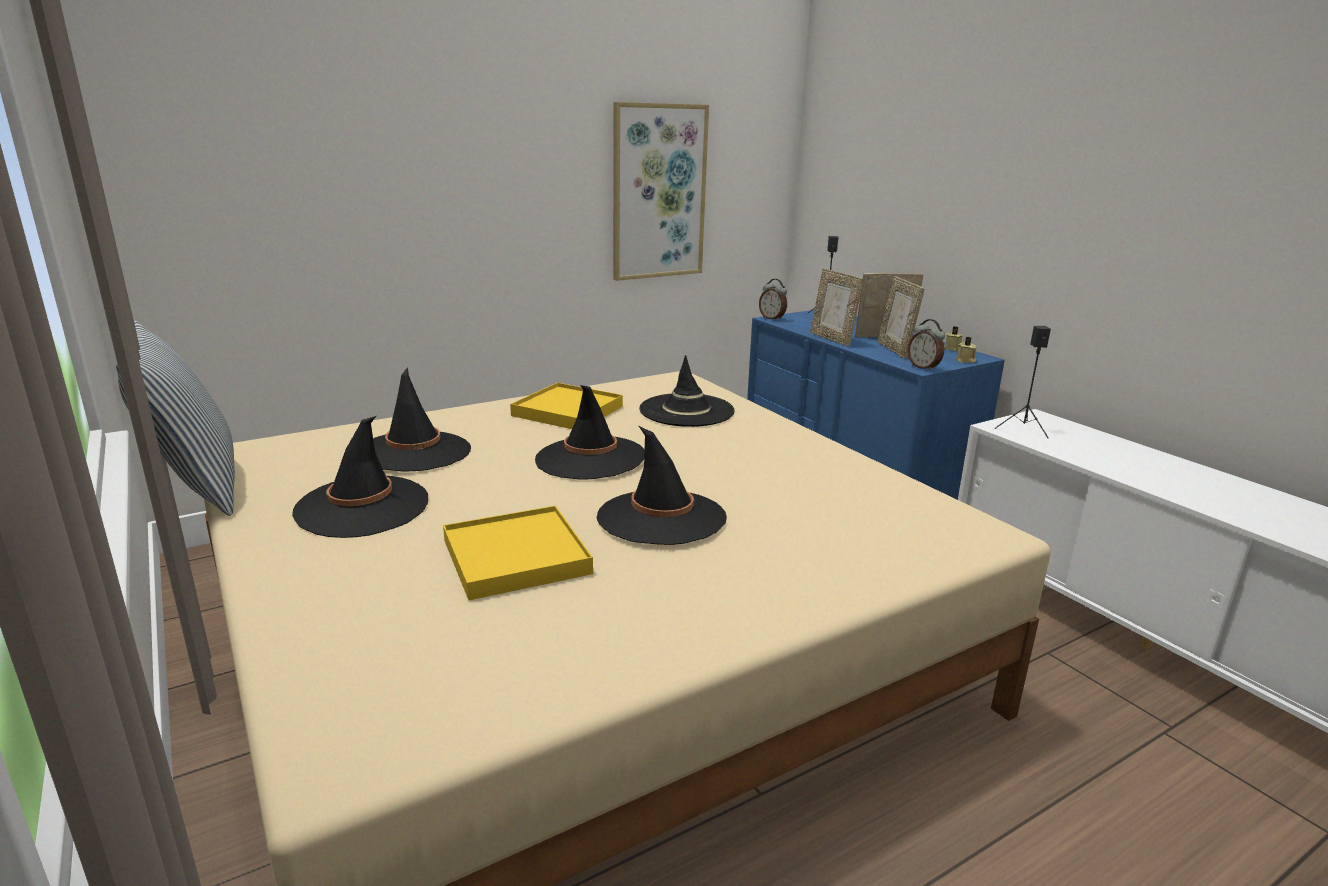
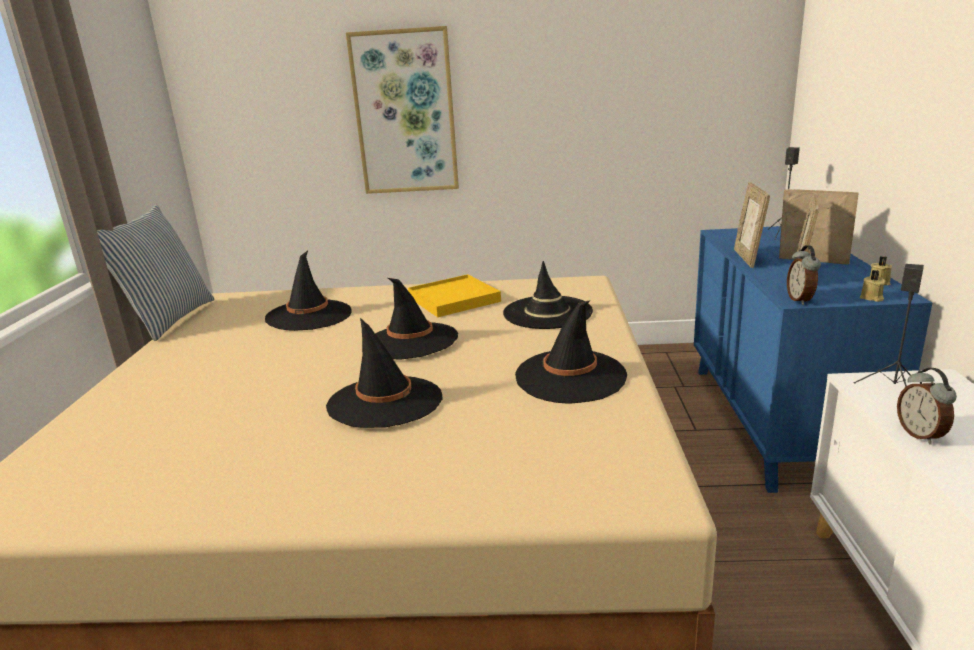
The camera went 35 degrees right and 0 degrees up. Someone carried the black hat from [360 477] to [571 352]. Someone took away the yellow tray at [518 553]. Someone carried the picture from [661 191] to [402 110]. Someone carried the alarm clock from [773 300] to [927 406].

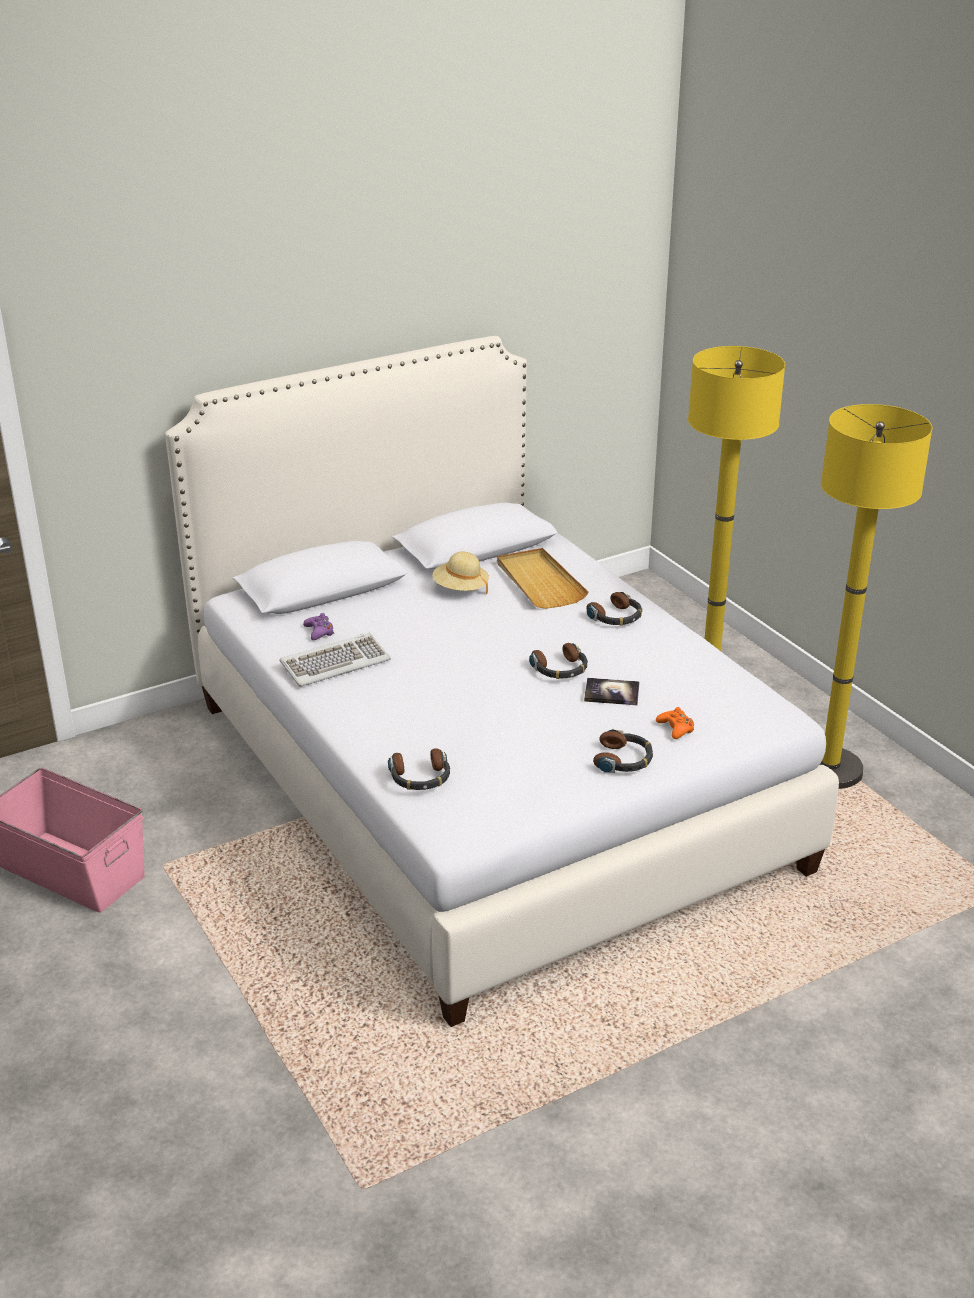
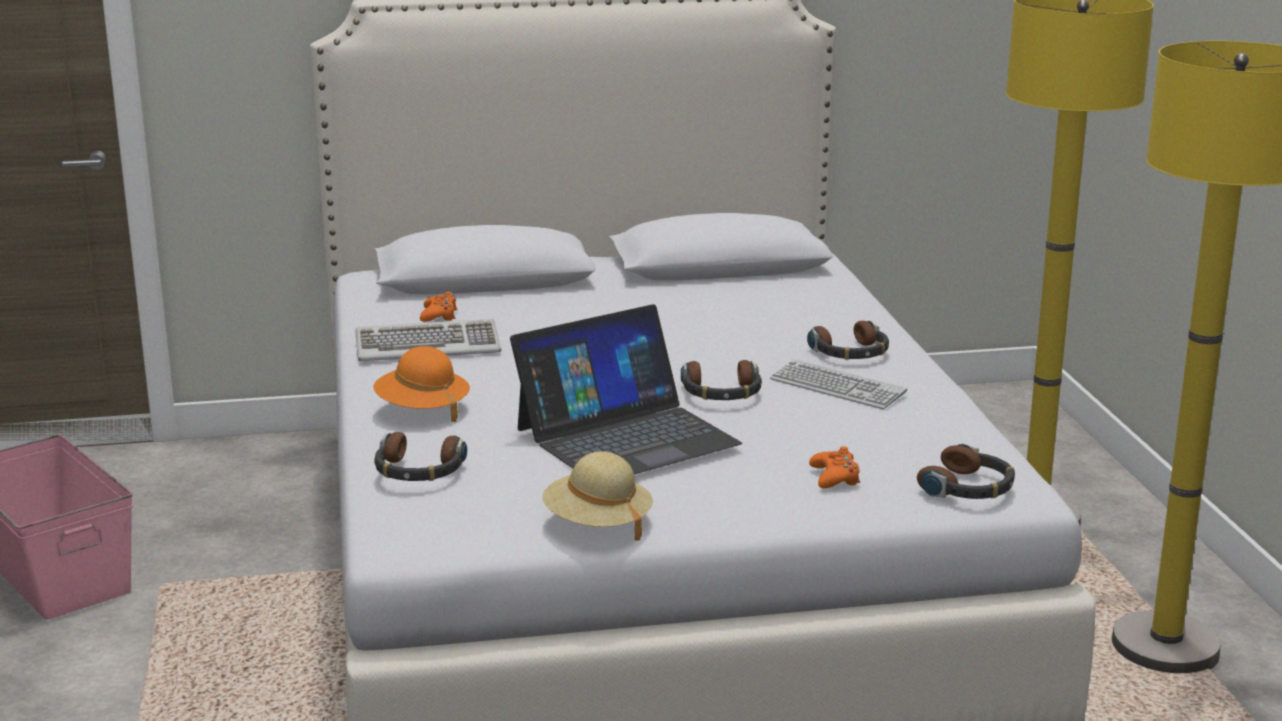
The camera went 20 degrees right and 10 degrees down. Someone repainted the purple game controller at [318 626], which became the orange game controller at [439 307]. Someone carried the beige hat from [460 572] to [597 496]. Someone took away the beige tray at [542 578]. Someone took away the book at [612 691]. Someone carried the headphones from [623 751] to [966 471]. Someone put down the orange hat at [421 384]. Someone put down the laptop at [626 389]. Someone put down the keyboard at [838 384].

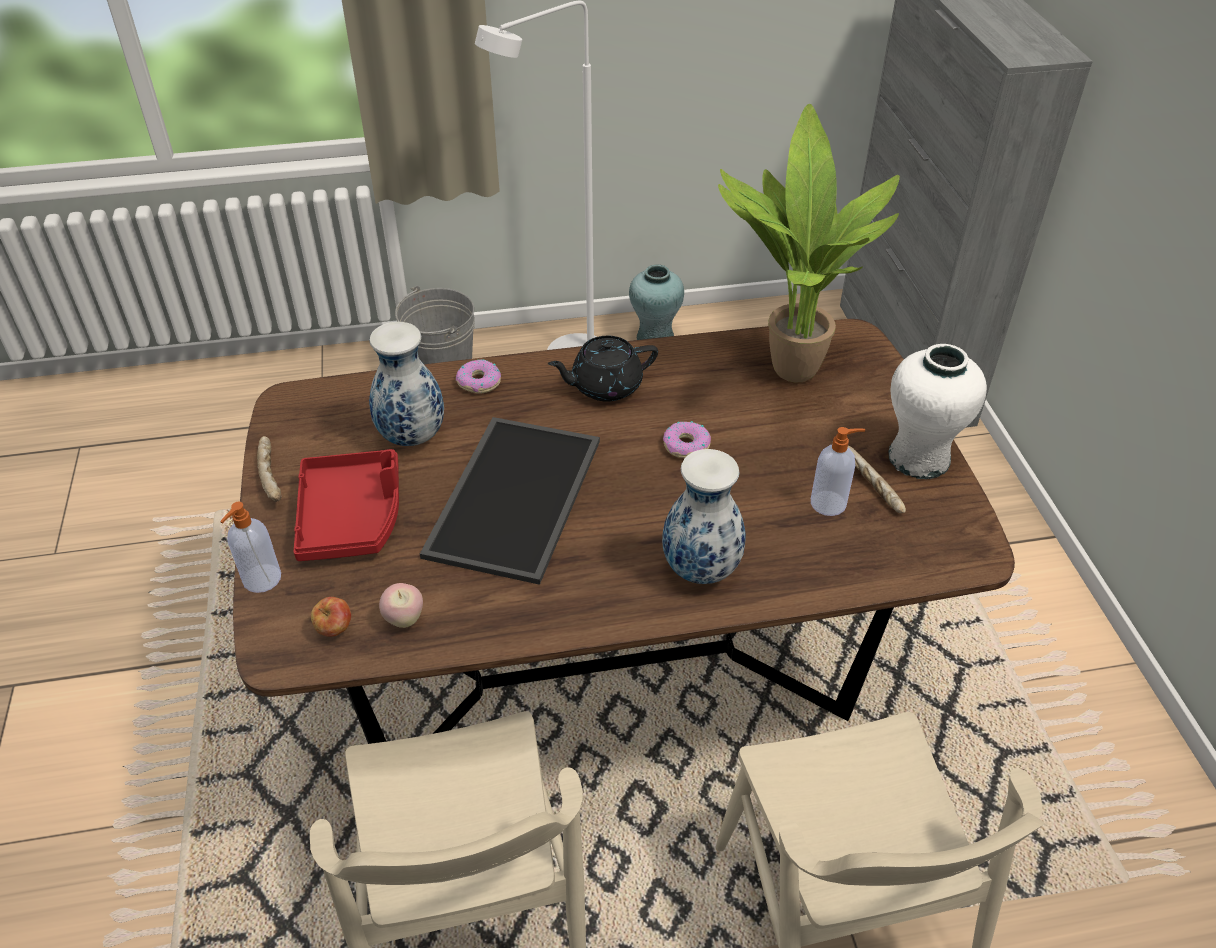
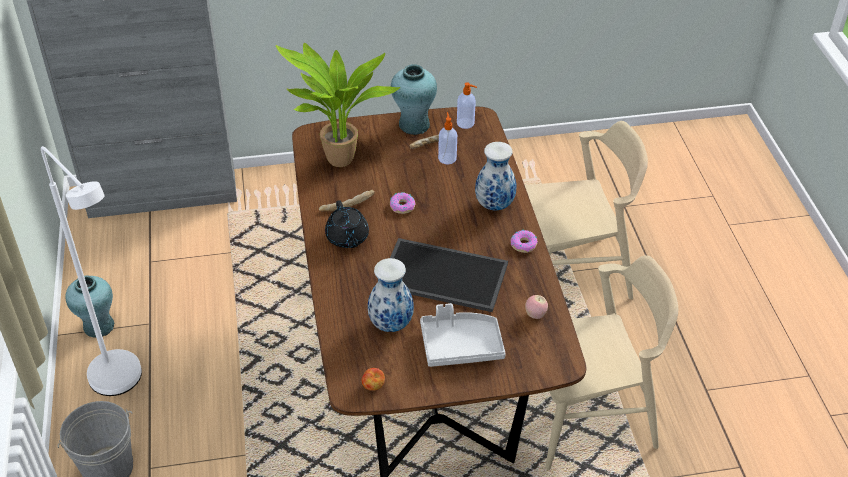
The camera went 90 degrees left and 0 degrees up. Someone carried the soap dispenser from [250 547] to [467 105]. Someone carried the bread from [269 469] to [347 200]. Someone repainted the red tray at [346 505], which became the grey tray at [463 335]. Someone carried the apple from [331 617] to [373 379]. Someone carried the donut from [478 376] to [524 241]. Someone repainted the white vase at [937 411], which became the turquoise vase at [414 99].

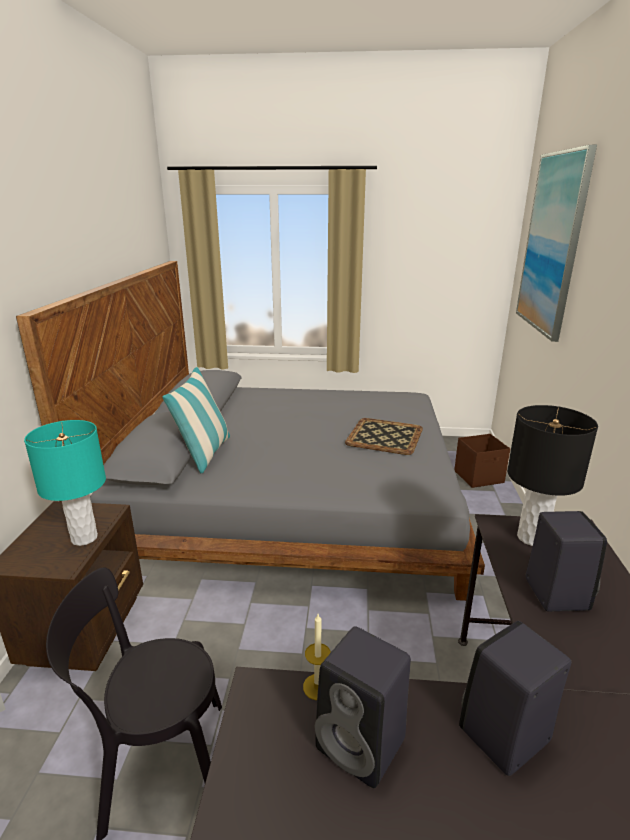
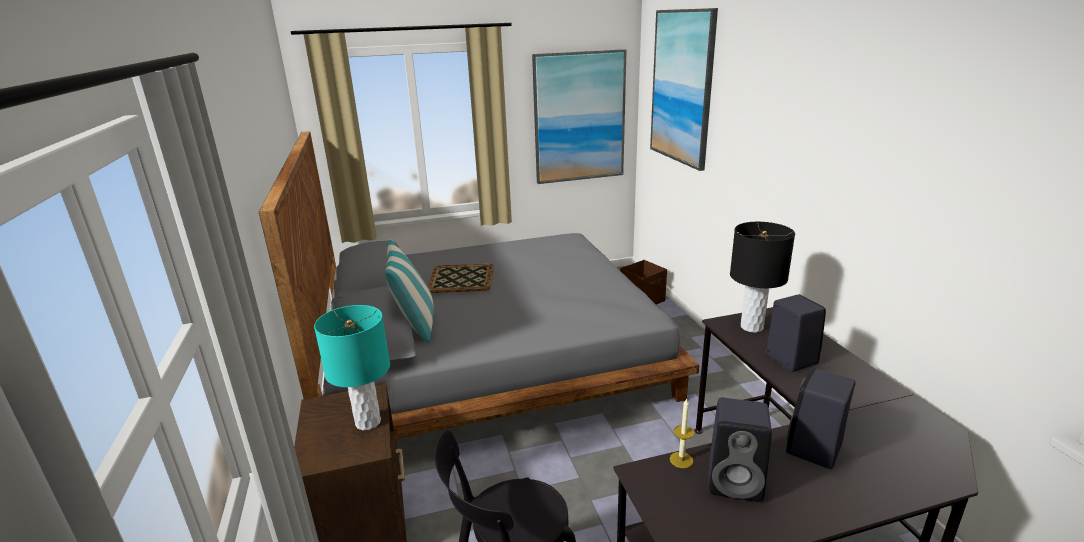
The camera went 20 degrees left and 0 degrees up. Someone carried the tray from [384 436] to [460 278]. Someone put up the picture at [579 116].

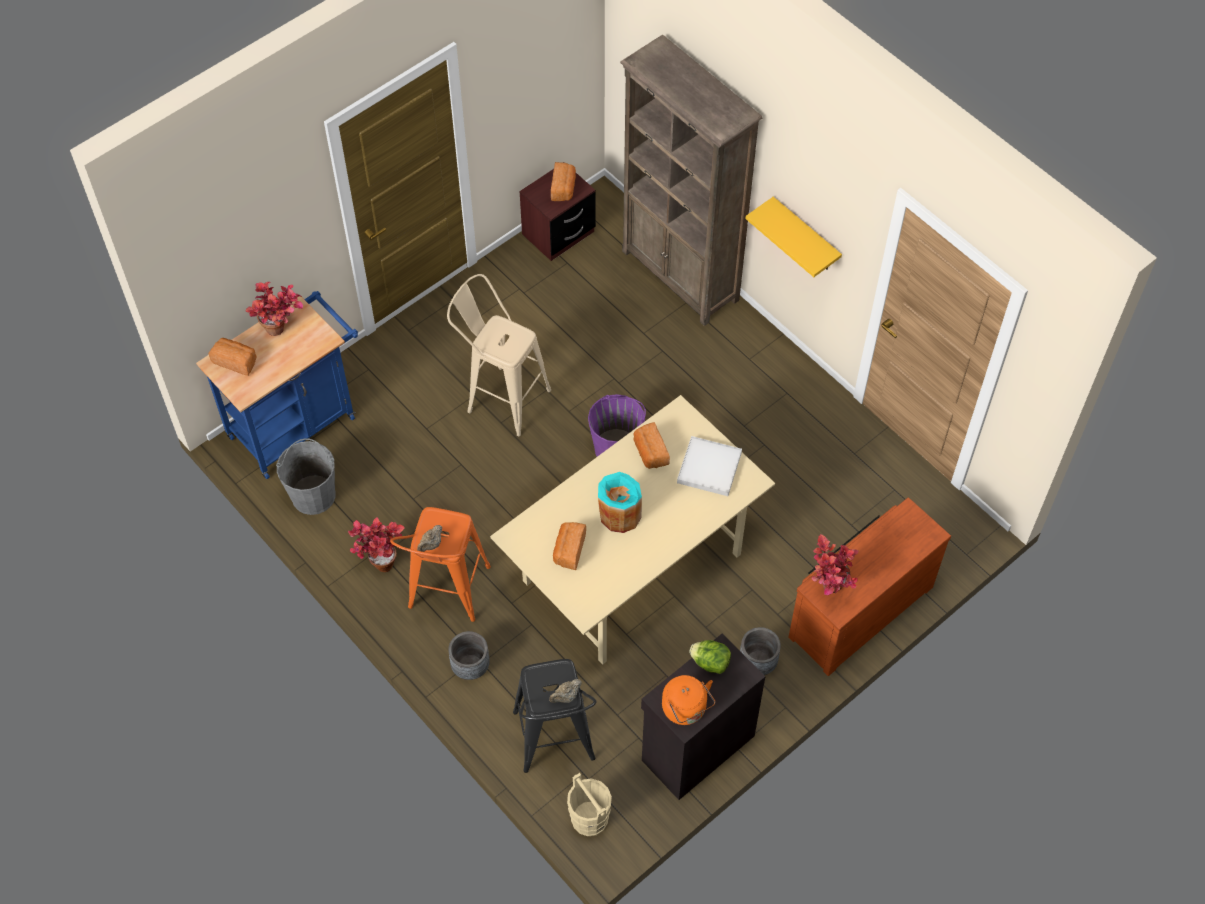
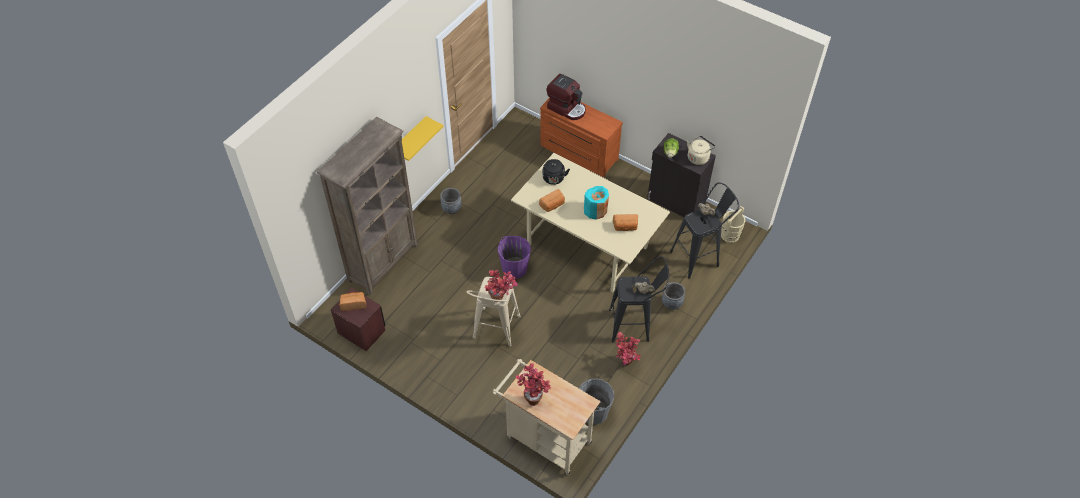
The camera went 105 degrees left and 5 degrees down. Someone repainted the blue cart at [277 385], which became the beige cart at [546 417]. Someone took away the bread at [232 357]. Someone repainted the orange stool at [440 564], which became the black stool at [639 299]. Someone repainted the orange kettle at [688 700], which became the beige kettle at [701 150]. Someone swapped the white tray at [709 466] for the black kettle at [556 172]. Someone carried the grey planter from [760 651] to [450 201]. Someone carried the potted plant from [835 564] to [501 286]. Someone put down the coffee machine at [566 97].

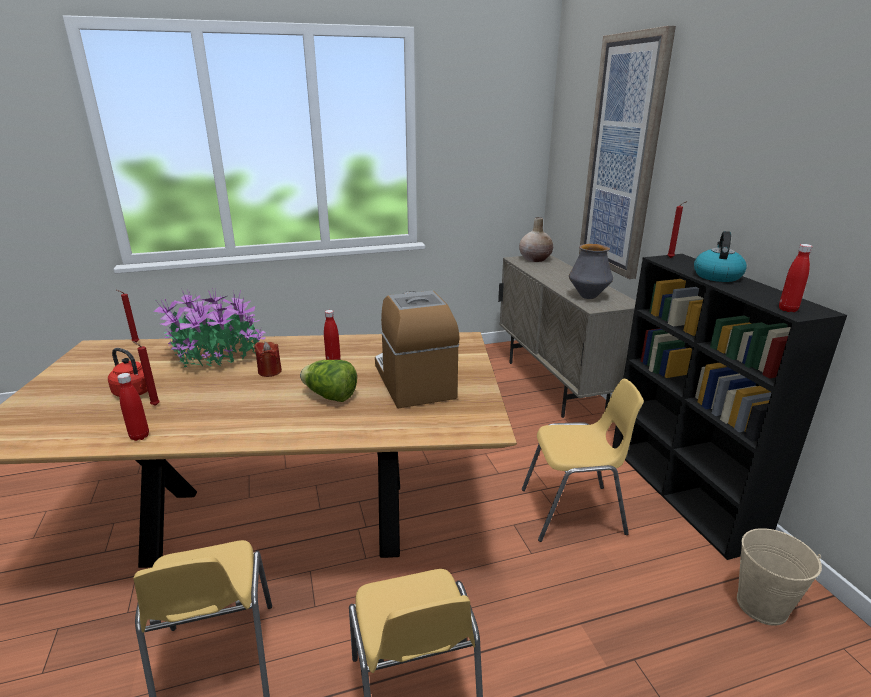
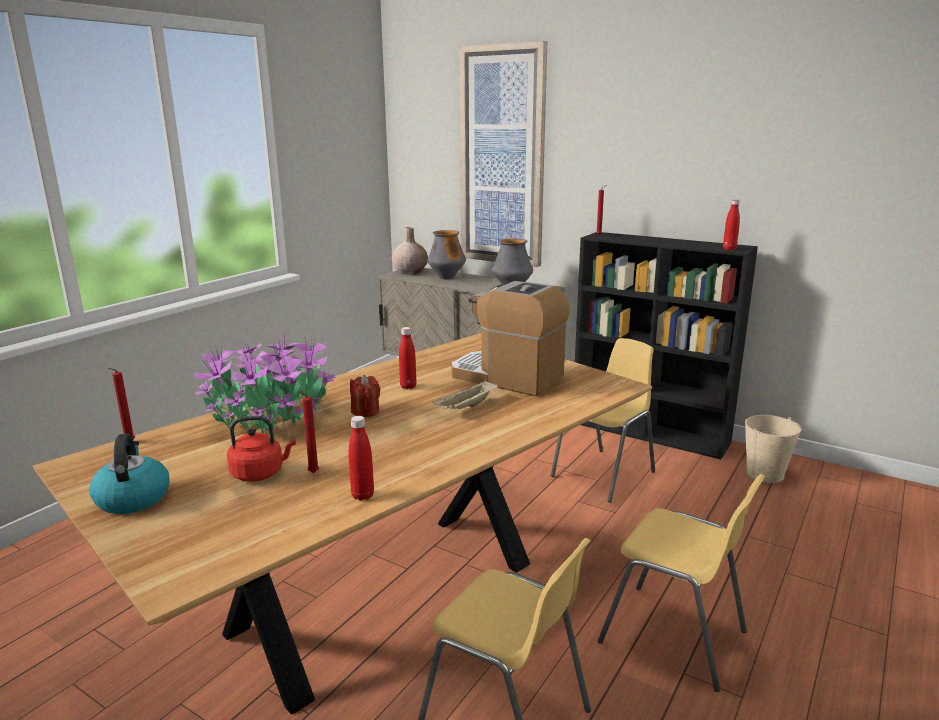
The camera went 40 degrees left and 5 degrees down. Someone swapped the lettuce at [328 381] for the beige tray at [465 394]. Someone carried the kettle from [720 256] to [129 474]. Someone put down the vase at [446 254].

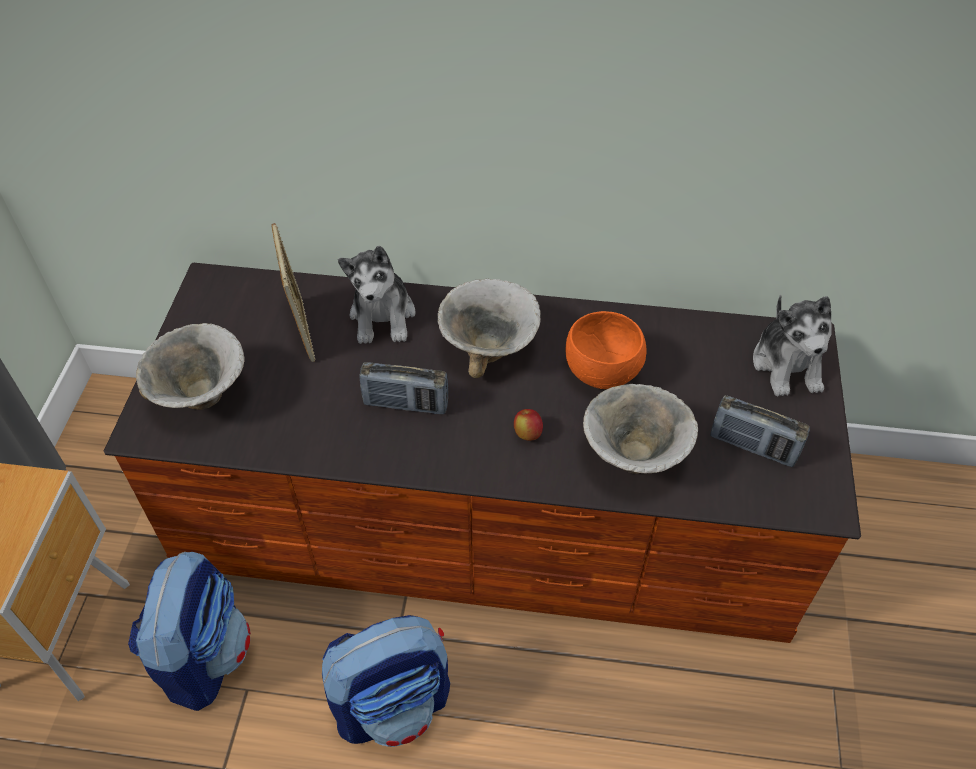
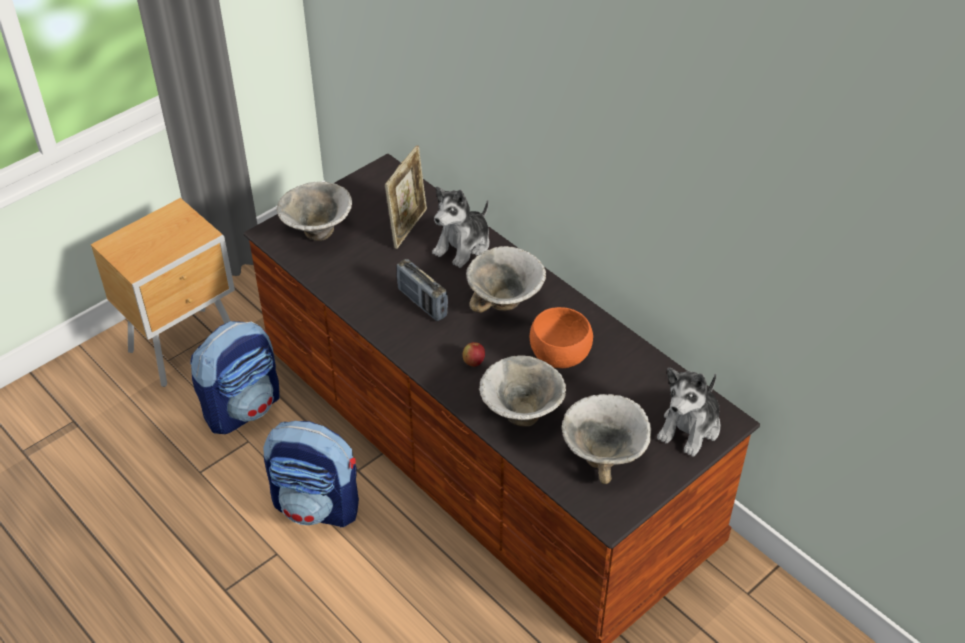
The camera went 40 degrees right and 5 degrees down. Someone swapped the radio at [760 431] for the bowl at [606 439].

